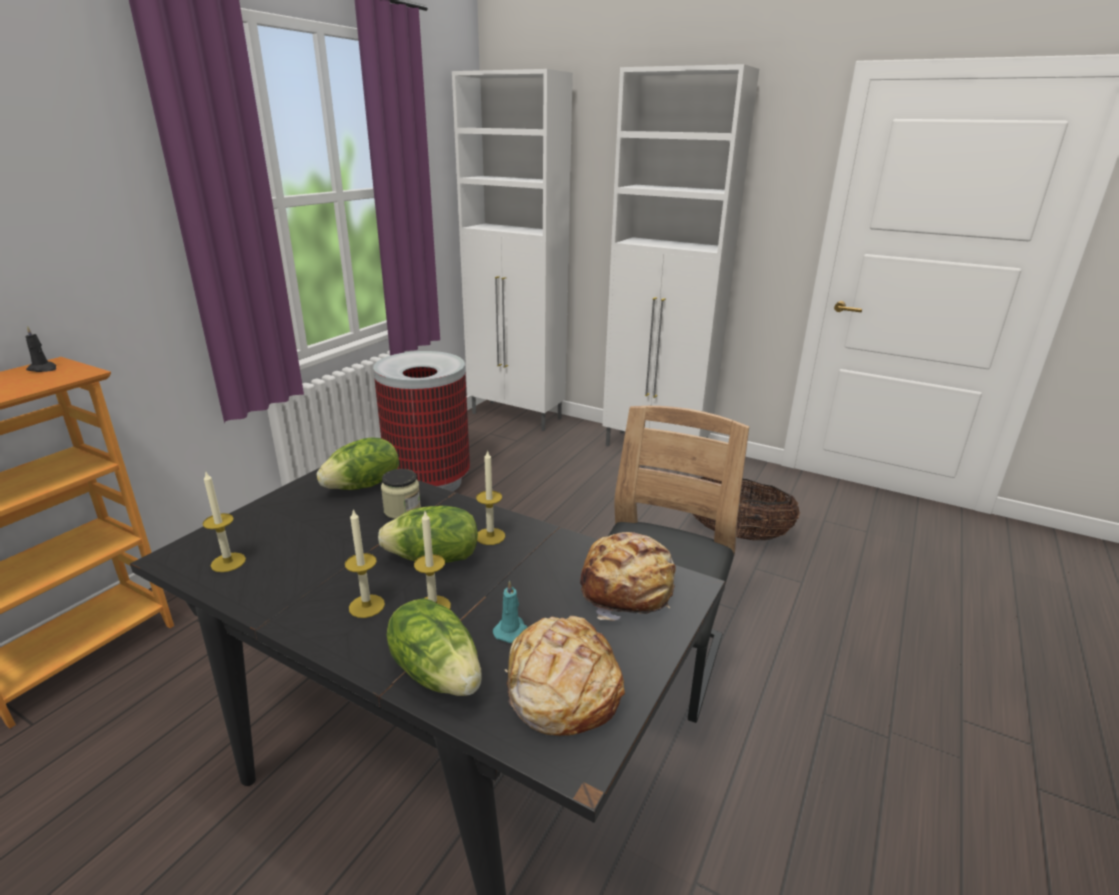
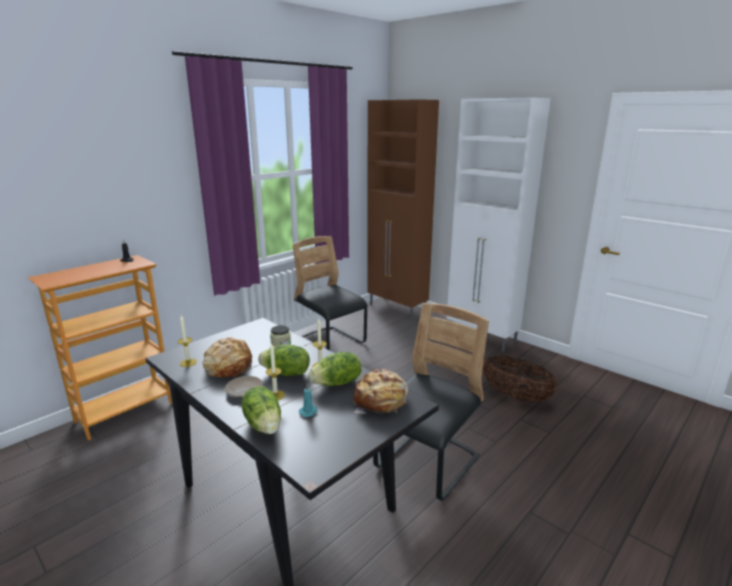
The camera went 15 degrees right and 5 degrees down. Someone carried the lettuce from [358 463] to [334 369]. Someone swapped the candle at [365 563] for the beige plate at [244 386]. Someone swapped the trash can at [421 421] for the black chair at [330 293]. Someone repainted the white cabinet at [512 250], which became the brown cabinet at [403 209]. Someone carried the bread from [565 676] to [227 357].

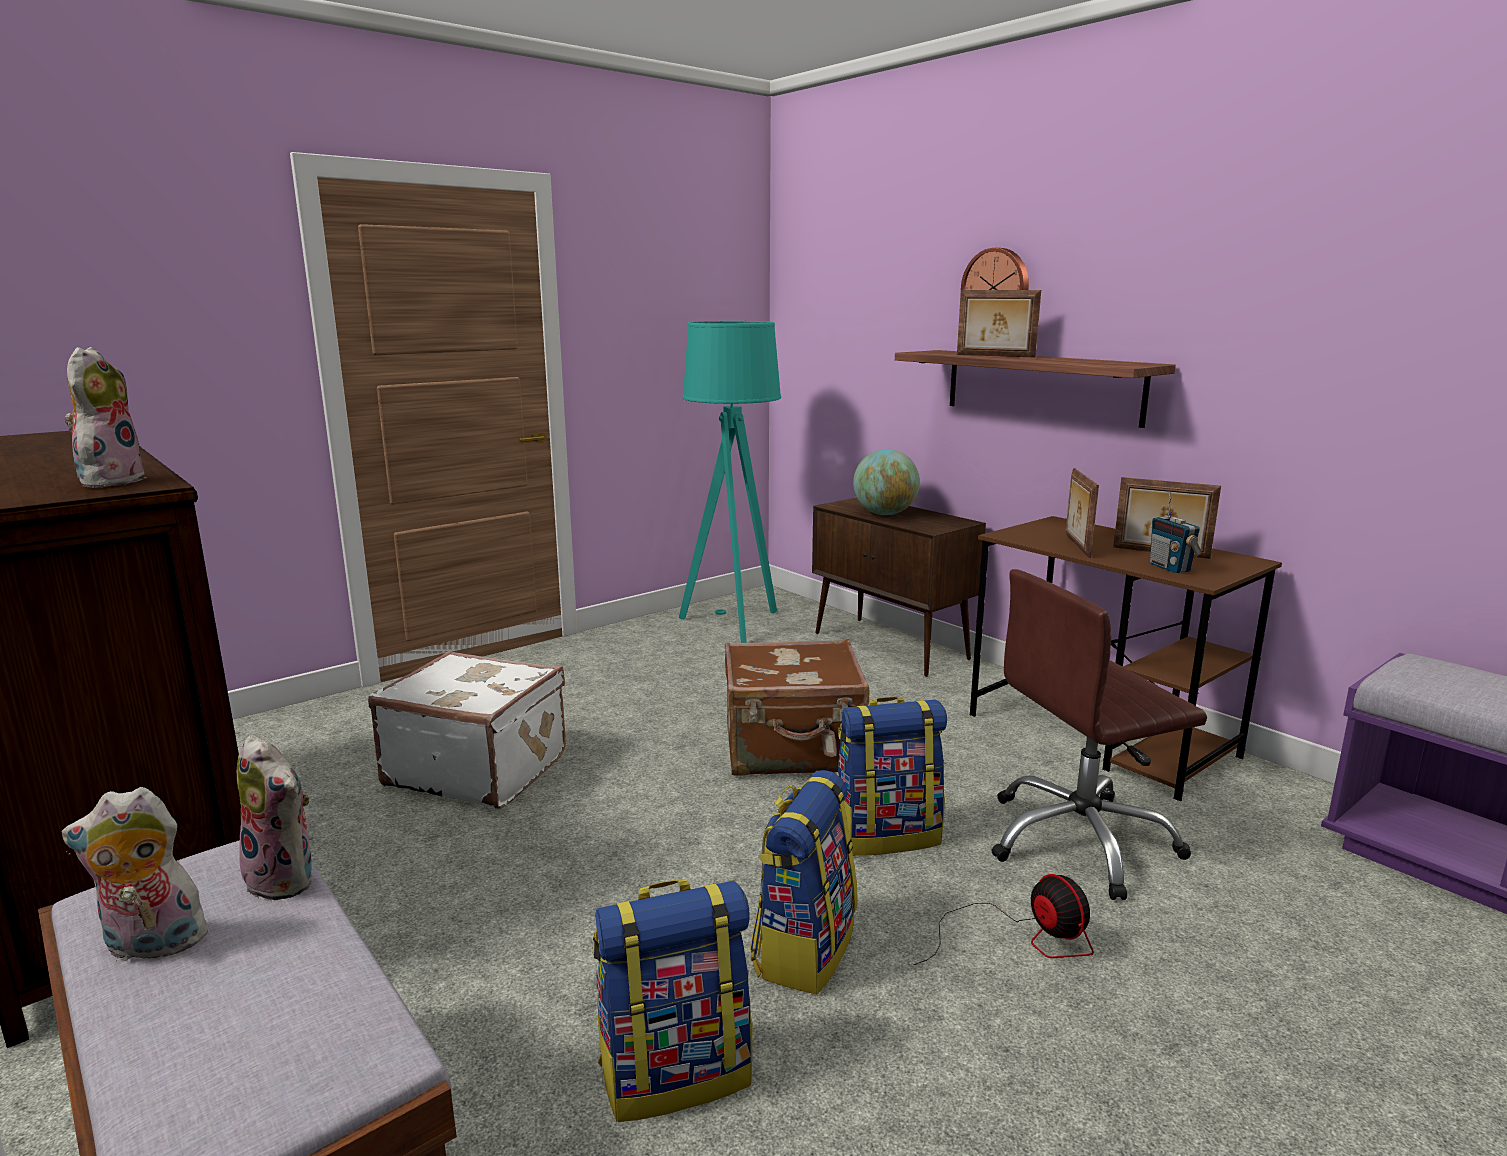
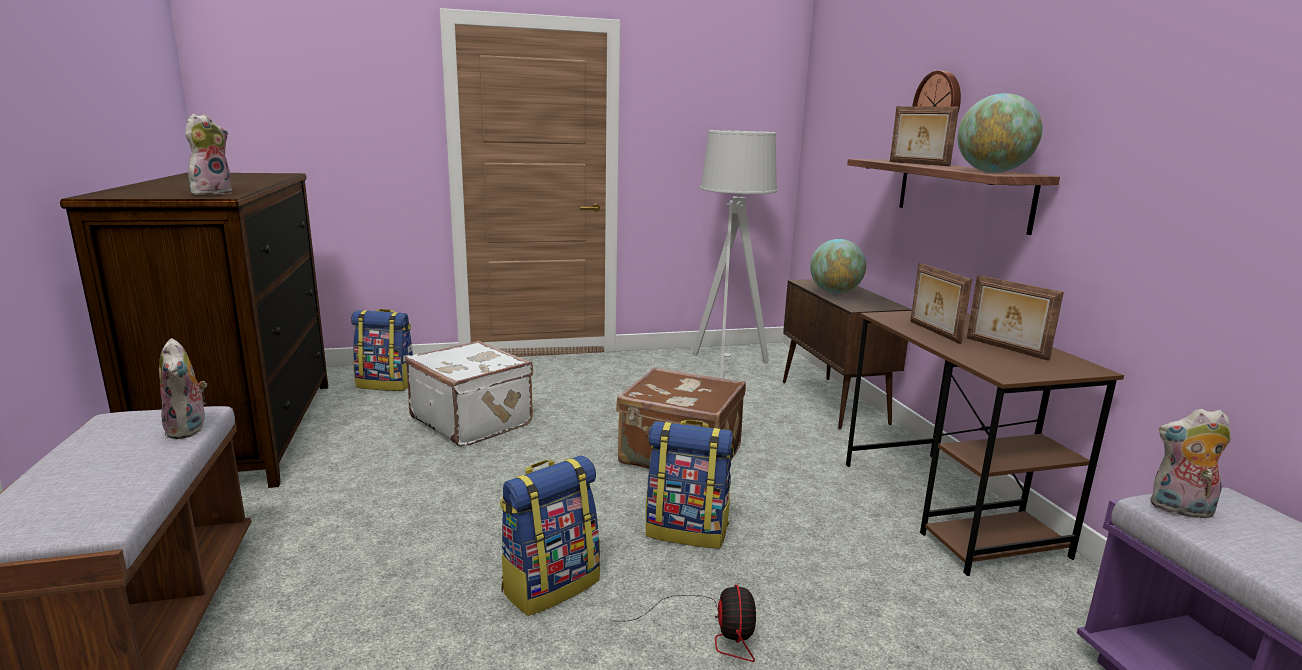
The camera went 25 degrees right and 0 degrees up. Someone carried the plush toy from [140 874] to [1190 463]. Someone carried the backpack from [672 1000] to [382 350]. Someone repainted the turquoise floor lamp at [730 482], which became the grey floor lamp at [734 254]. Someone took away the brown office chair at [1099 734]. Someone rotated the picture frame at [1082 513] by 45 degrees counterclockwise. Someone took away the radio at [1176 532]. Someone put down the globe at [999 132].

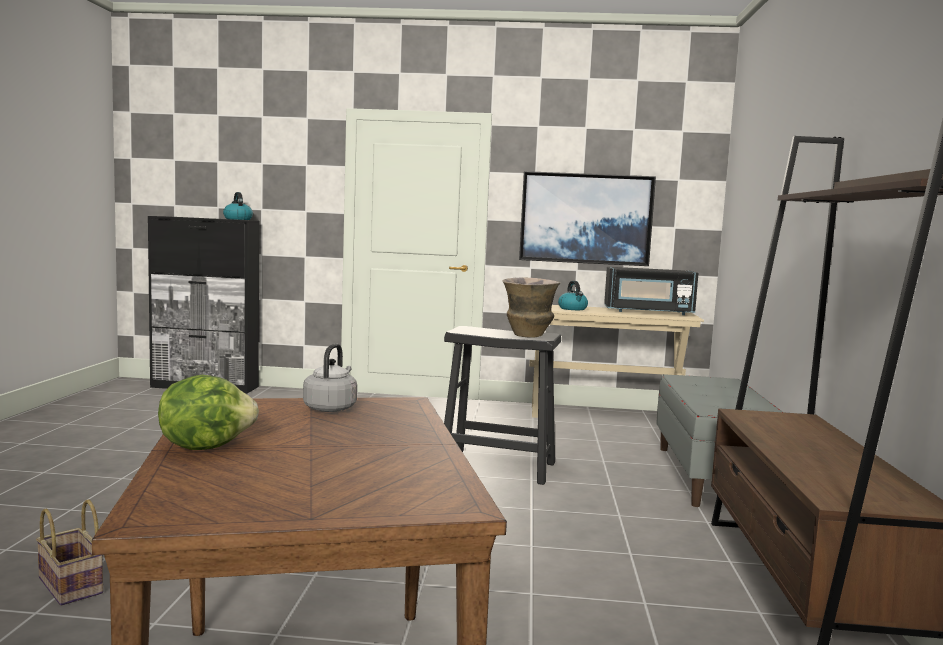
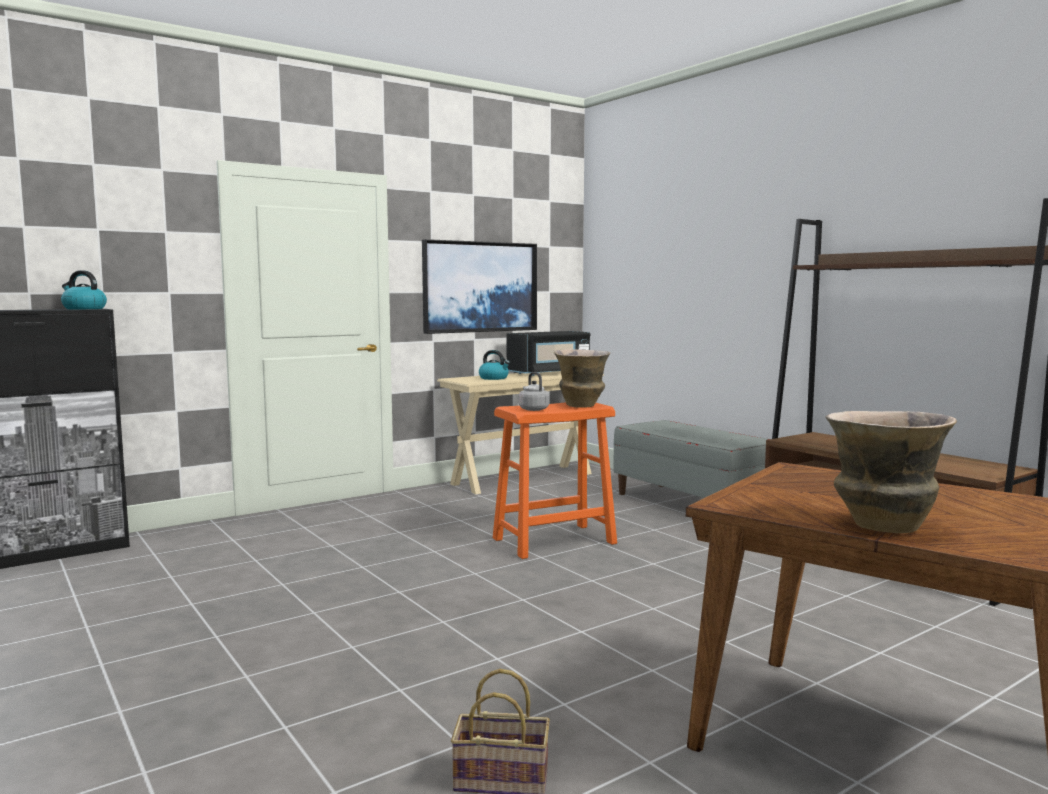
The camera went 40 degrees left and 0 degrees up. Someone swapped the lettuce at [208 412] for the vase at [891 472]. Someone carried the grey kettle from [330 378] to [534 391]. Someone repainted the black stool at [502 405], which became the orange stool at [555 480].

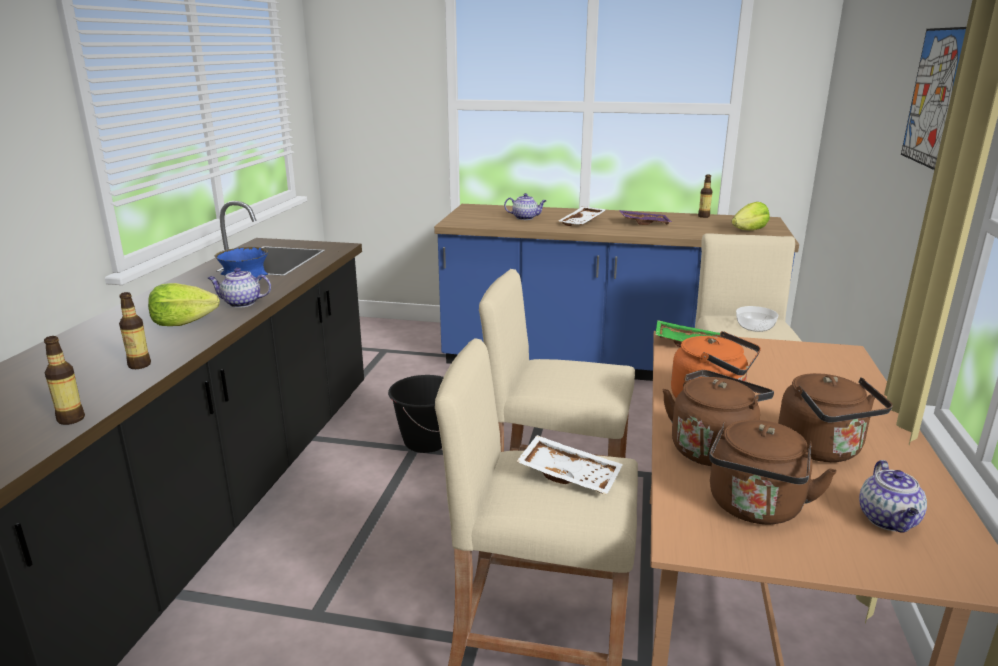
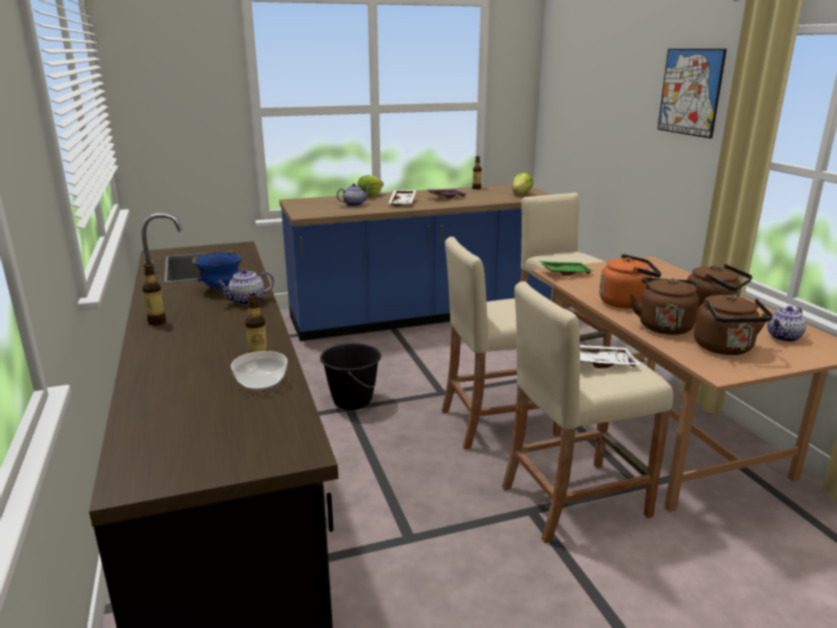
The camera went 30 degrees left and 0 degrees up. Someone carried the bottle from [64 380] to [154 294]. Someone carried the lettuce from [184 304] to [370 186]. Someone carried the bowl from [757 319] to [259 370]. Someone rotated the teapot at [893 496] by 75 degrees clockwise.

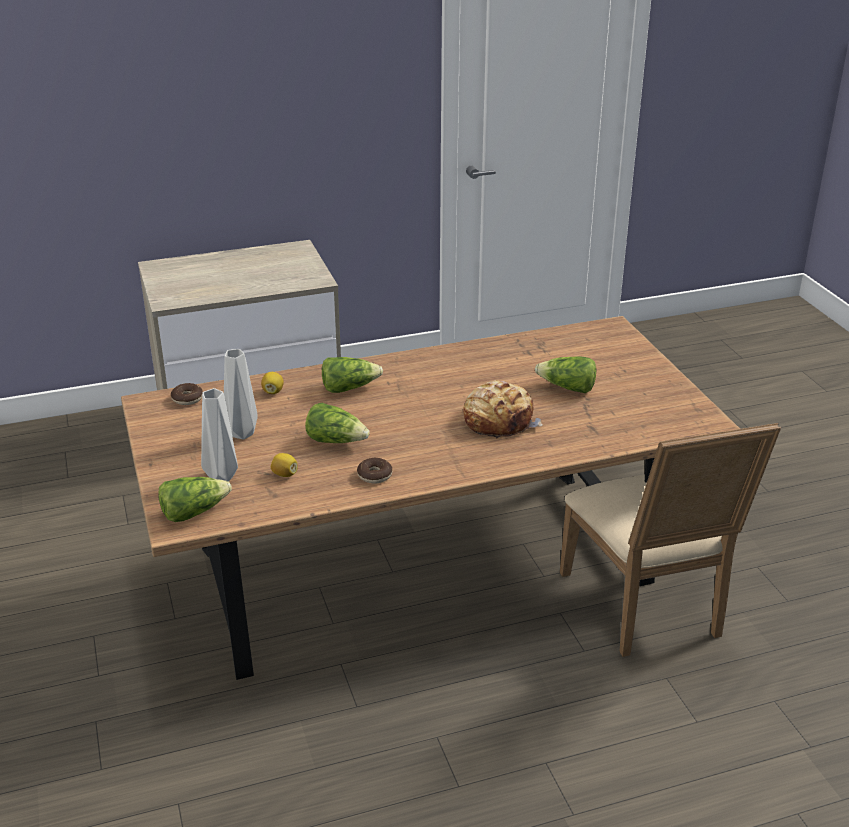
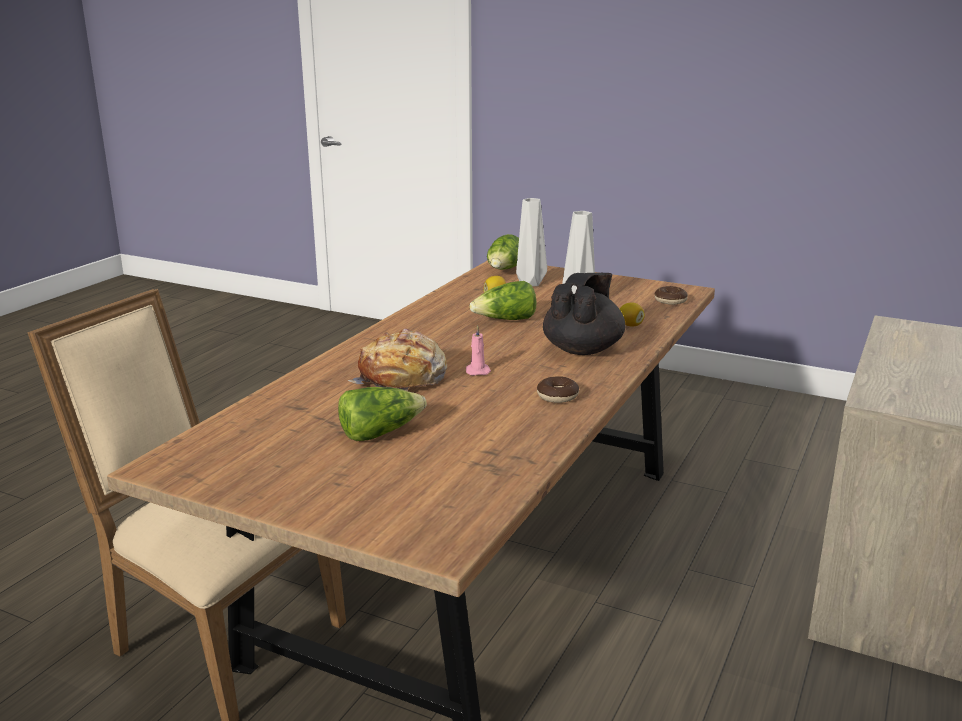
The camera went 135 degrees right and 10 degrees down. Someone swapped the lettuce at [352 375] for the black teapot at [584 314]. Someone carried the donut from [374 471] to [558 389]. Someone put down the pink candle at [478 350].

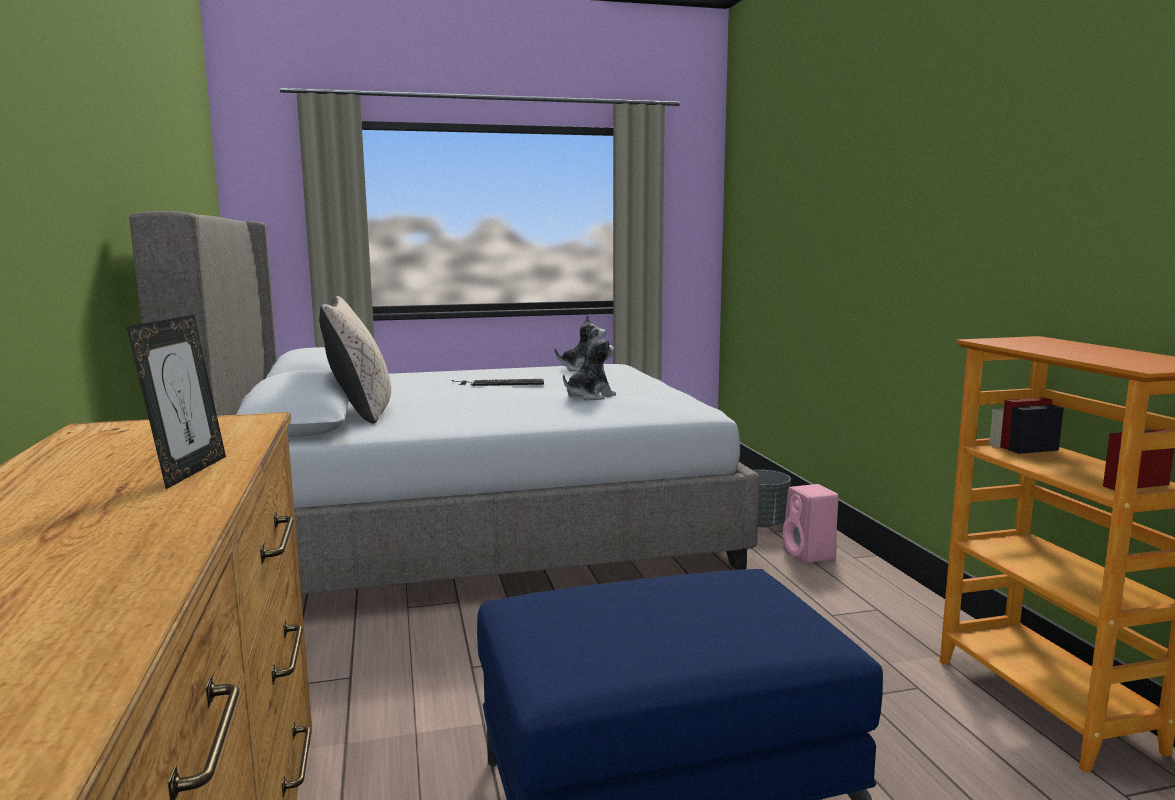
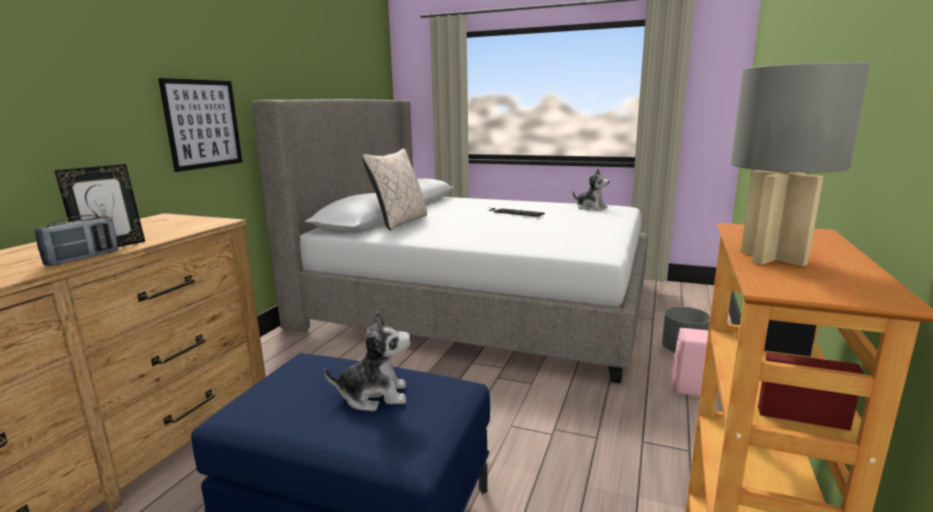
The camera went 35 degrees right and 5 degrees up. Someone carried the plush toy from [589 365] to [367 361]. Someone put down the radio at [76 240]. Someone put up the picture at [200 125]. Someone put down the grey table lamp at [800 164].

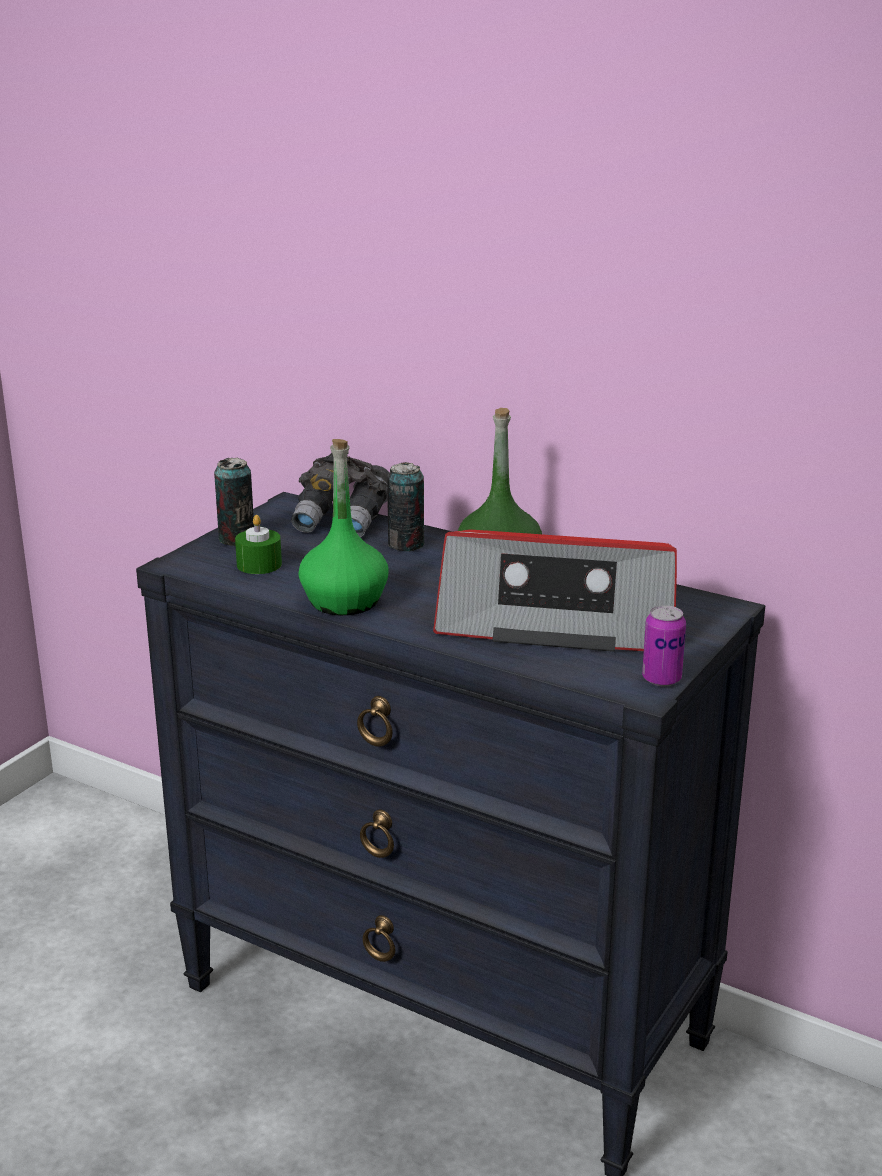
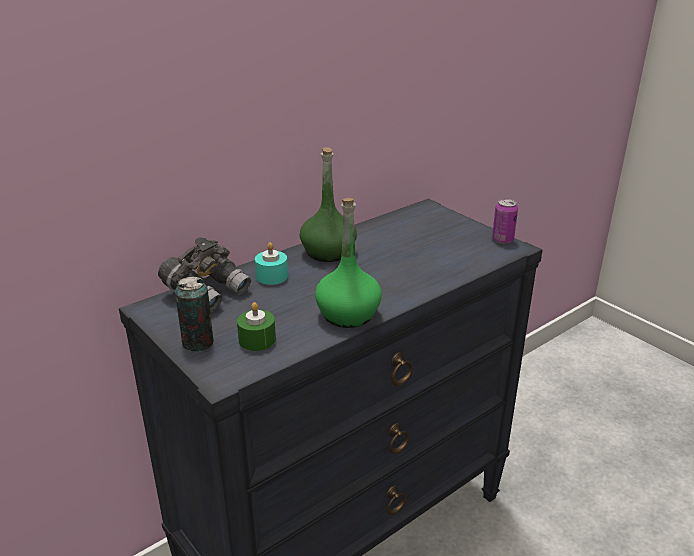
The camera went 70 degrees left and 5 degrees up. Someone swapped the can at [405 506] for the turquoise candle at [271 263]. Someone took away the radio at [555 591].

